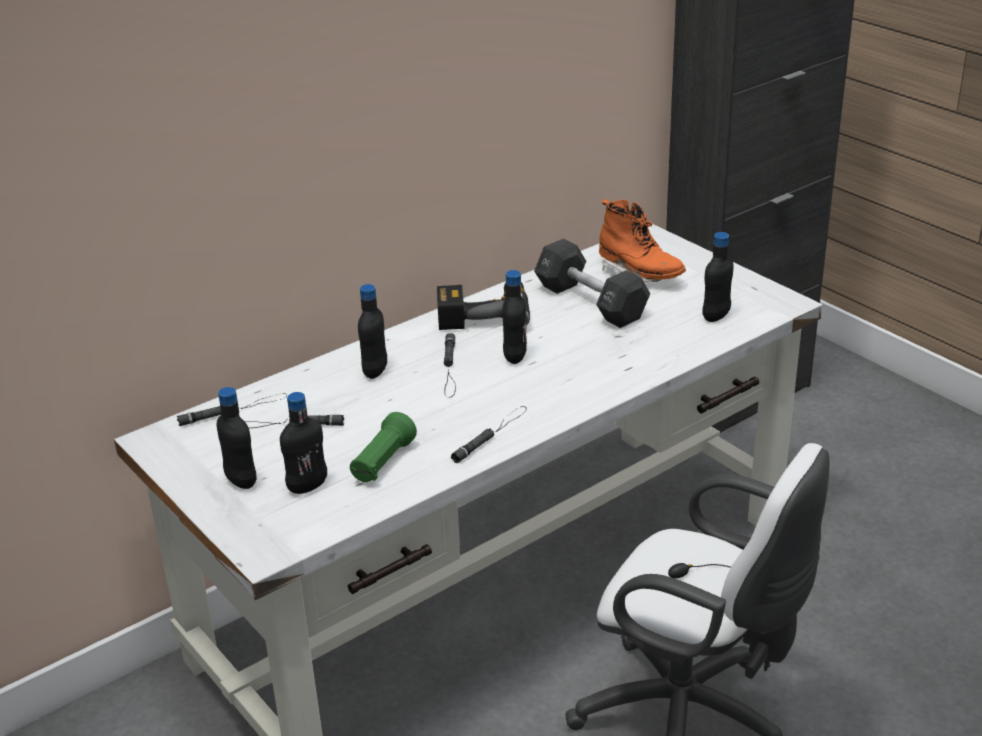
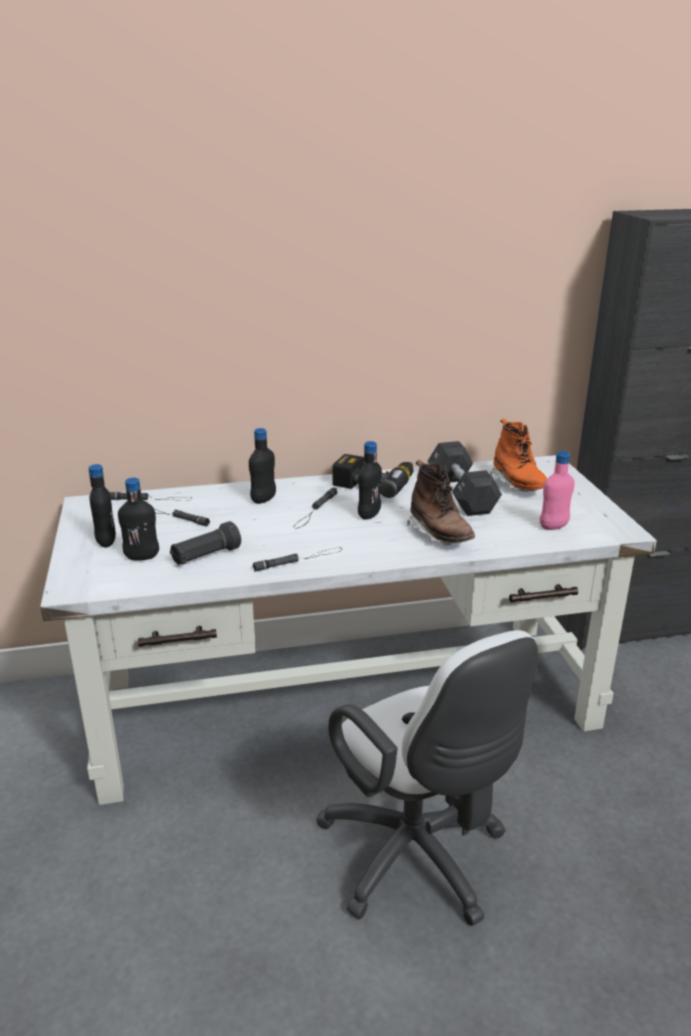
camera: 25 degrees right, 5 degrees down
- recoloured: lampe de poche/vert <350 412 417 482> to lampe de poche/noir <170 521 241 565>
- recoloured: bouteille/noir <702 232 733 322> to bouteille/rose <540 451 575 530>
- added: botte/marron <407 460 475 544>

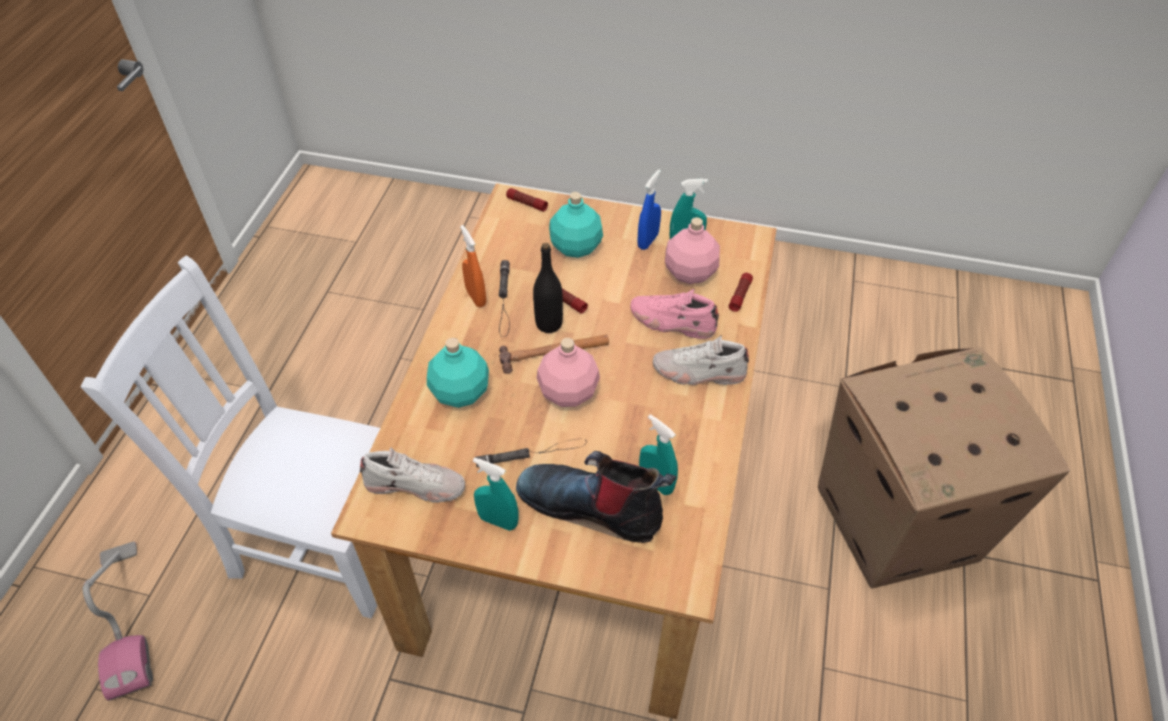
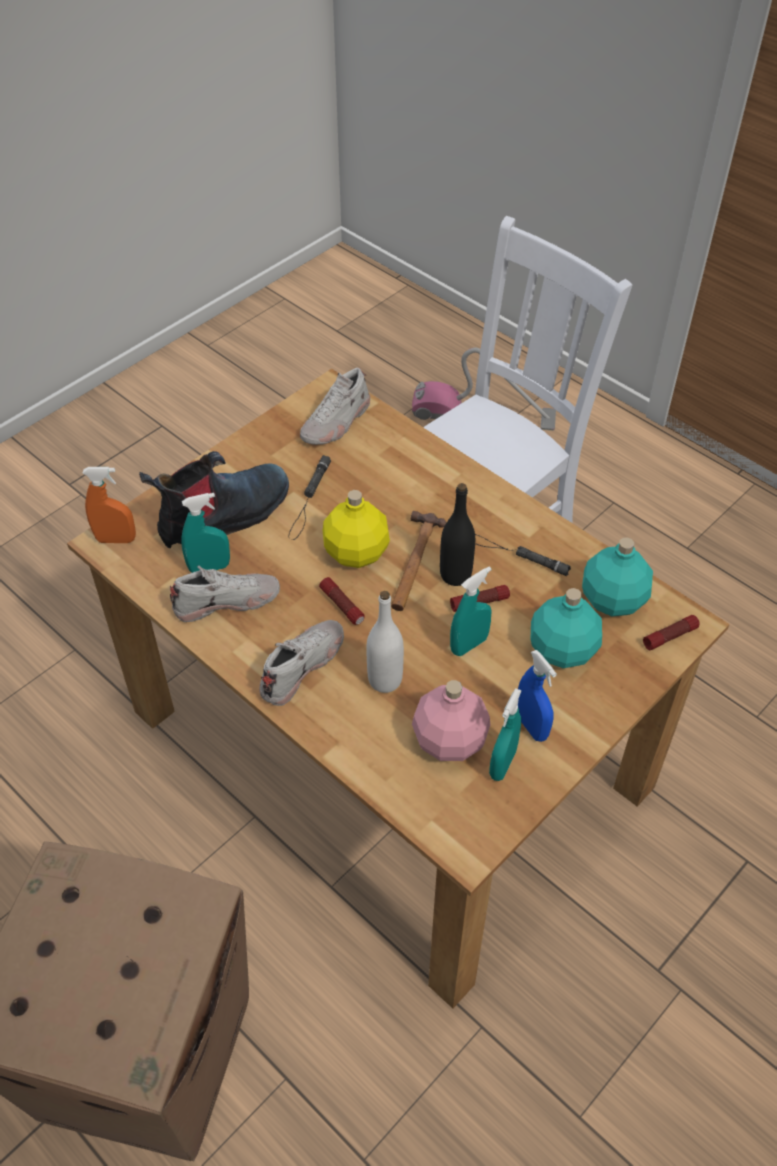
camera: 120 degrees right, 0 degrees up
- moved: bouteille/turquoise <427 338 489 408> to <582 537 653 616>
- moved: vaporisateur/orange <460 225 486 307> to <83 467 136 543>
- moved: vaporisateur/turquoise <473 458 518 531> to <450 566 492 656>
- recoloured: bouteille/rose <537 338 600 407> to bouteille/jaune <323 490 390 568>
- replaced: chaussure/rose <630 289 719 339> to bouteille/blanc <366 591 404 693>
- moved: lampe de poche <729 273 753 312> to <319 577 365 625>
- added: chaussure/blanc <170 566 280 622>

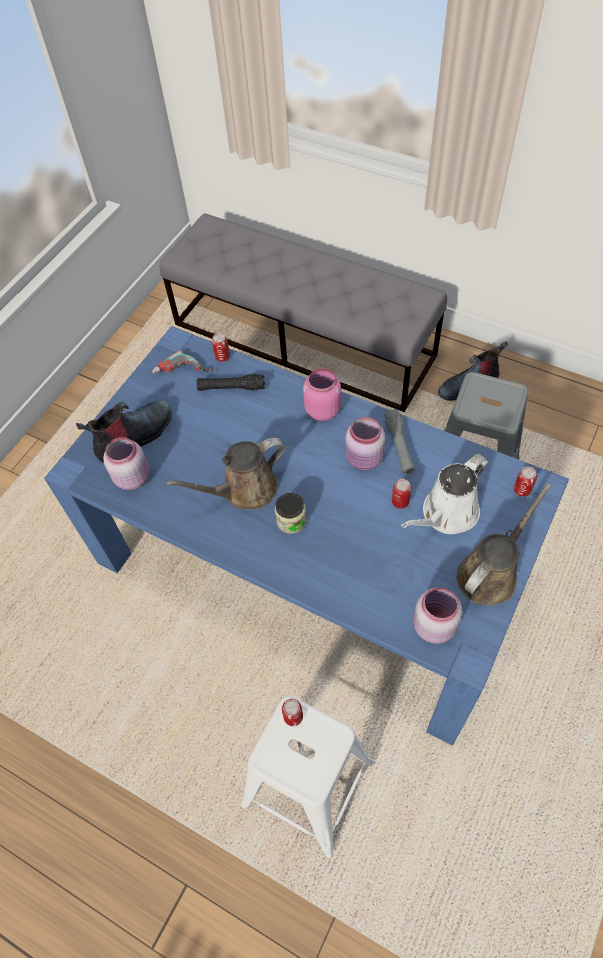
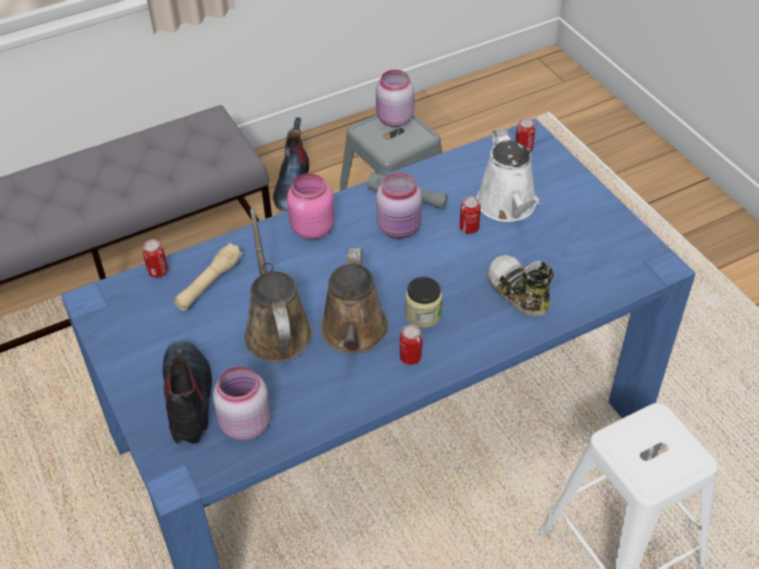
camera: 60 degrees left, 10 degrees down
- removed: perceuse <152 350 214 373>
- recoloured: lampe de poche/noir <196 374 265 391> to lampe de poche/beige <174 243 243 311>
- moved: boîte métallique <282 699 303 726> to <400 325 422 365>
- moved: bocal/rose <413 588 462 644> to <376 70 415 127>
- moved: arrosoir/marron <456 484 551 606> to <244 208 312 362>
- added: chaussure <487 255 554 317>

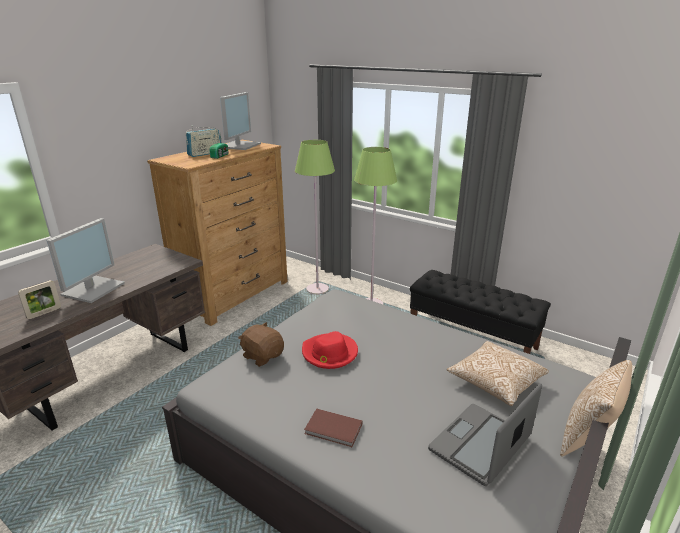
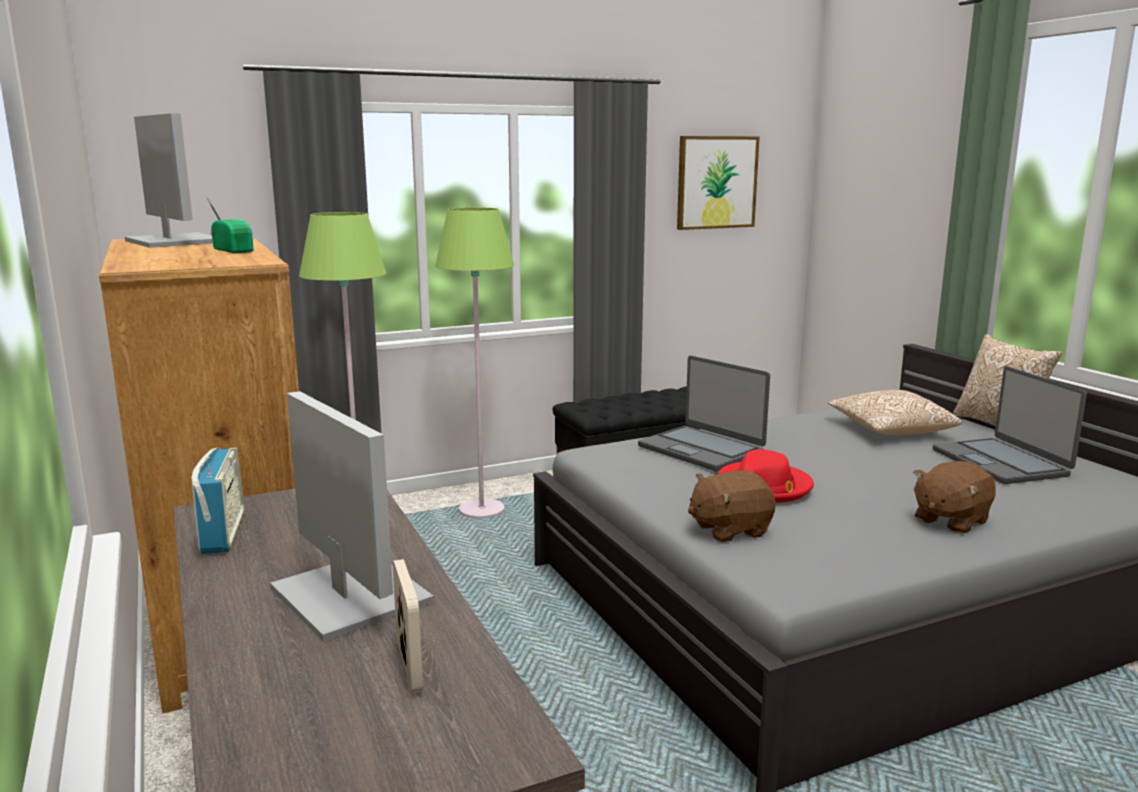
camera: 60 degrees left, 10 degrees down
- moved: radio <186 127 221 157> to <192 447 244 554>
- replaced: livre/marron <304 409 363 447> to peluche/marron <913 461 996 534>
- added: ordinateur portable <638 356 770 471>
- added: tableau <677 136 760 230>

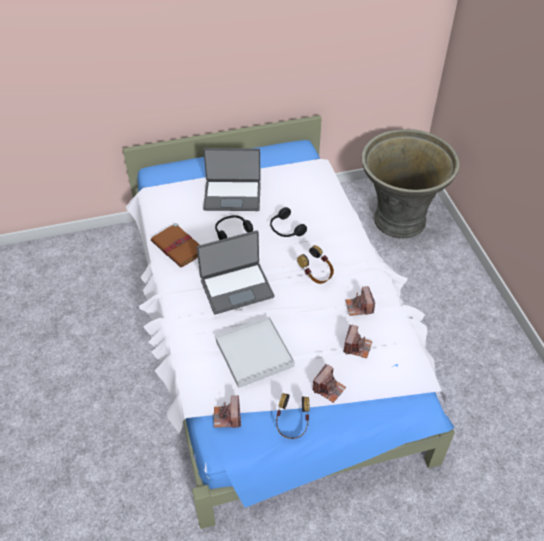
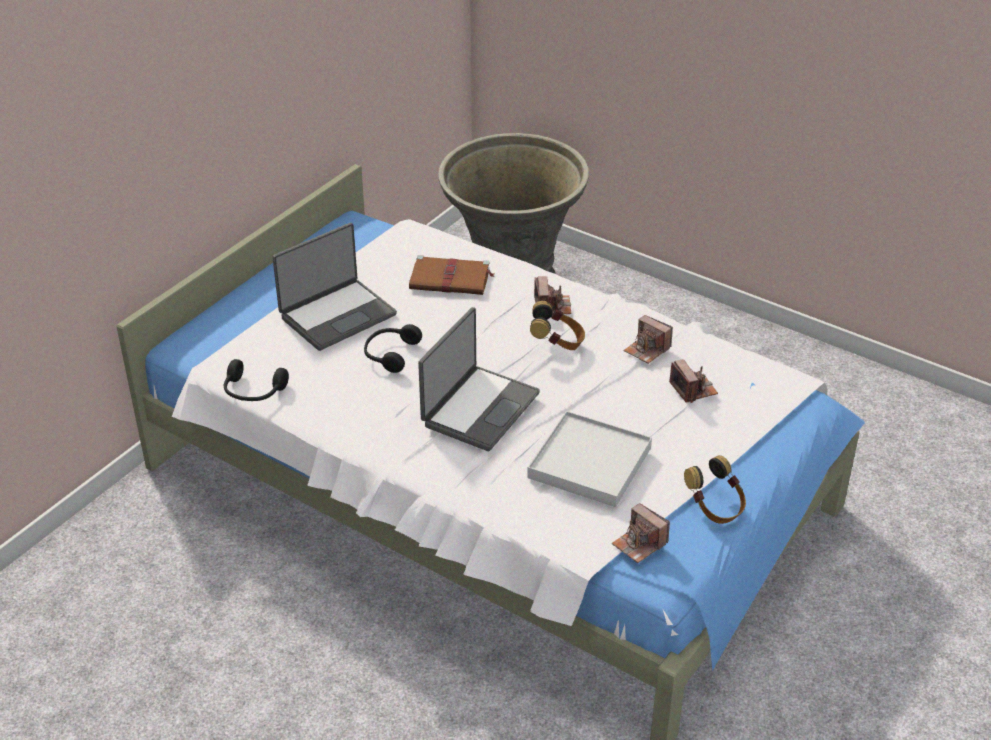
camera: 40 degrees left, 10 degrees down
- moved: livre/marron <151 223 200 268> to <409 255 495 295>
- moved: casque audio/noir <270 207 307 237> to <224 359 289 401>
- moved: appareil photo <312 364 346 403> to <534 276 571 314>

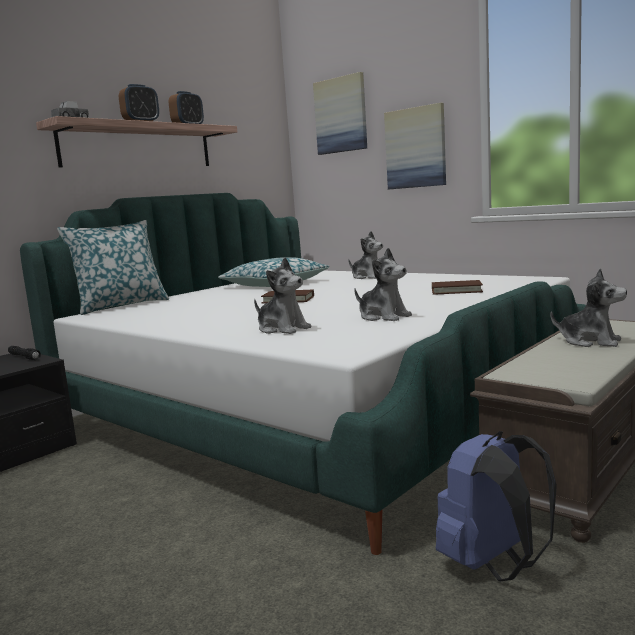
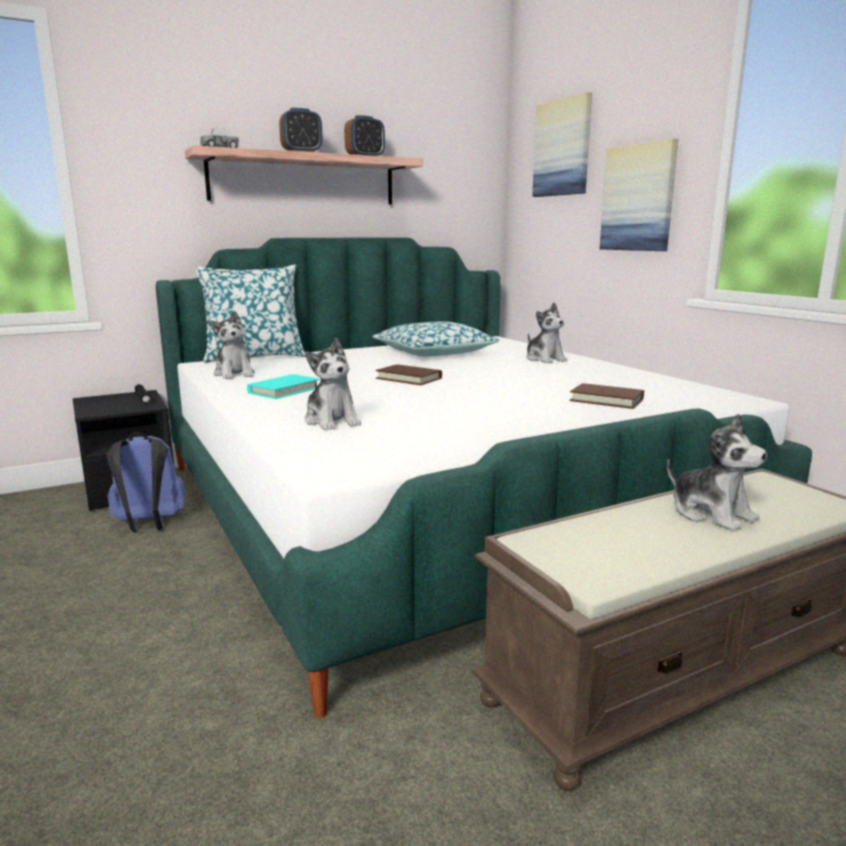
camera: 20 degrees right, 5 degrees up
- moved: peluche <354 248 412 321> to <210 311 255 379>
- moved: sac à dos/bleu <436 431 557 581> to <107 432 185 533>
- added: livre/turquoise <247 374 320 399>

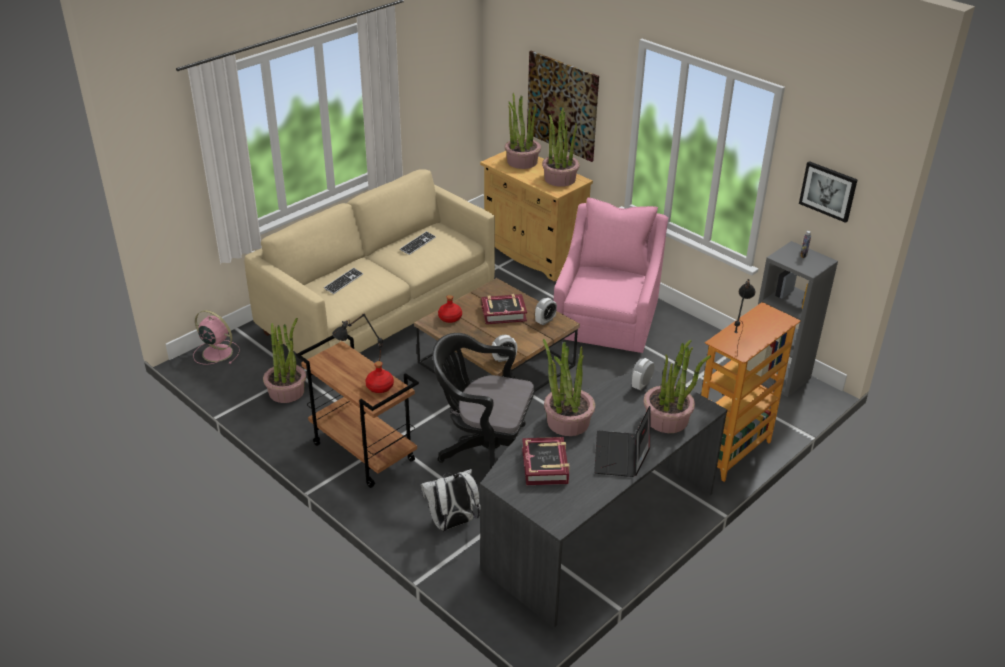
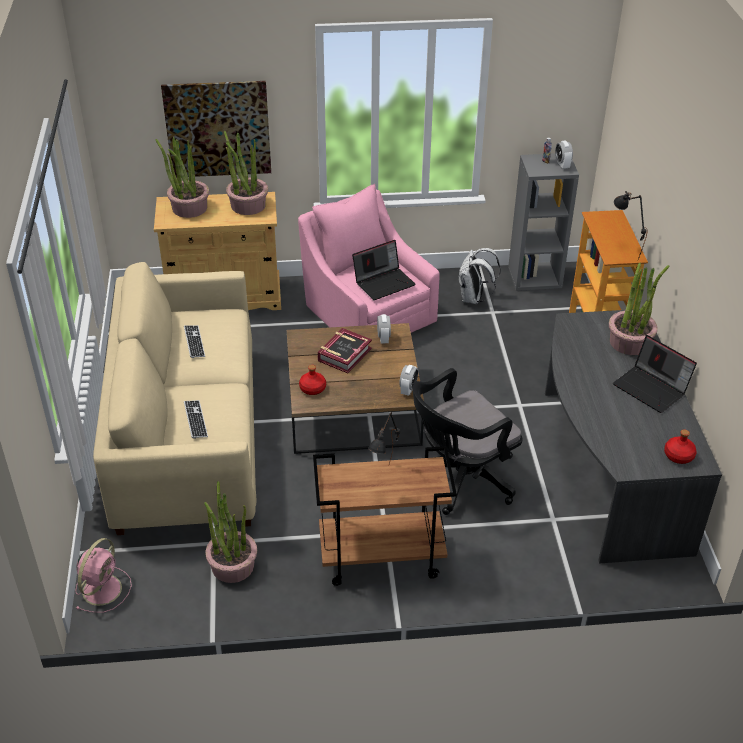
camera: 50 degrees left, 5 degrees up
- turned: ventilateur/rose <193 310 240 365> = <76 538 132 613> 135 degrees clockwise
- moved: bouteille/rouge <365 361 394 393> to <664 429 697 464>
- moved: sac à dos/blanc <421 469 480 531> to <458 248 501 304>
- removed: livre <522 437 570 485>
- removed: plante en pot <543 339 595 436>
- moved: réveil <632 358 655 390> to <555 141 573 169>
- removed: tableau <799 161 858 223>
- added: ordinateur portable <352 240 416 300>

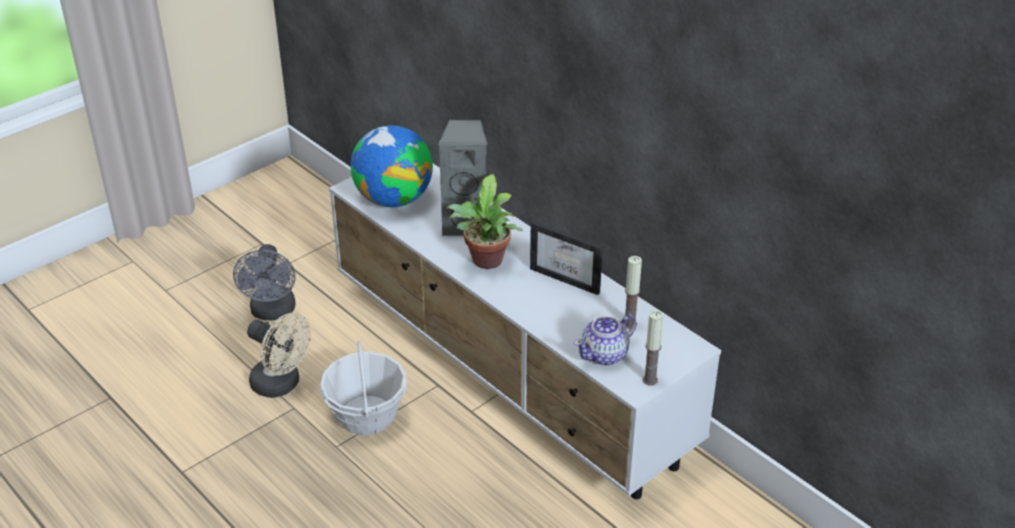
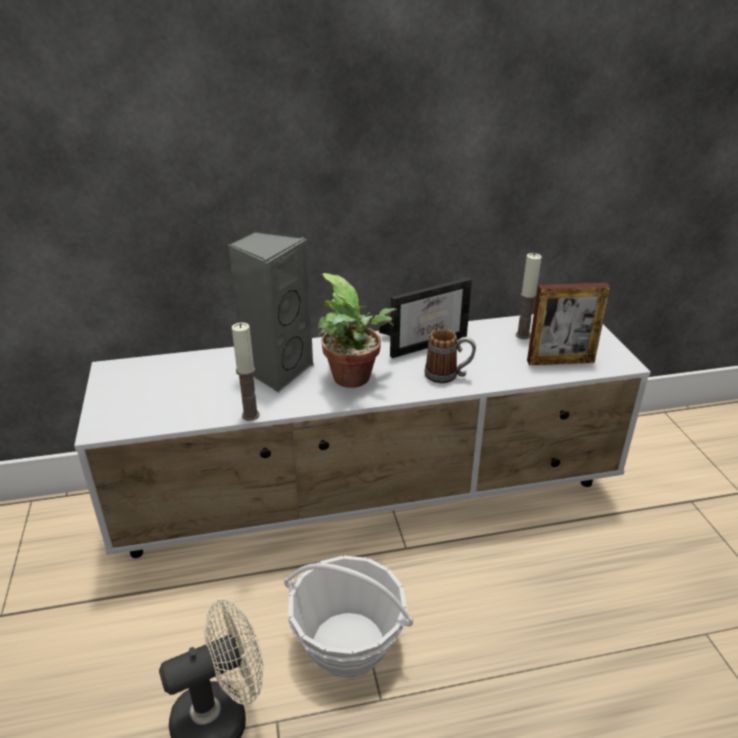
camera: 60 degrees left, 5 degrees down
- removed: ventilateur/gris <233 244 296 320>
- removed: globe <351 125 433 207>
- replaced: théière <574 314 637 365> to cadre photo <527 283 610 365>
- moved: bougie <643 310 664 386> to <232 322 260 421>
- added: mug <425 329 476 383>

